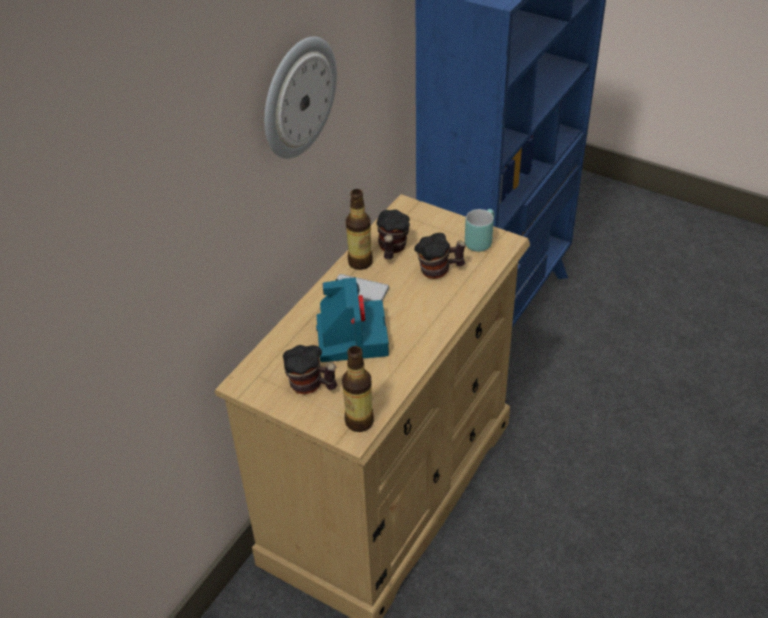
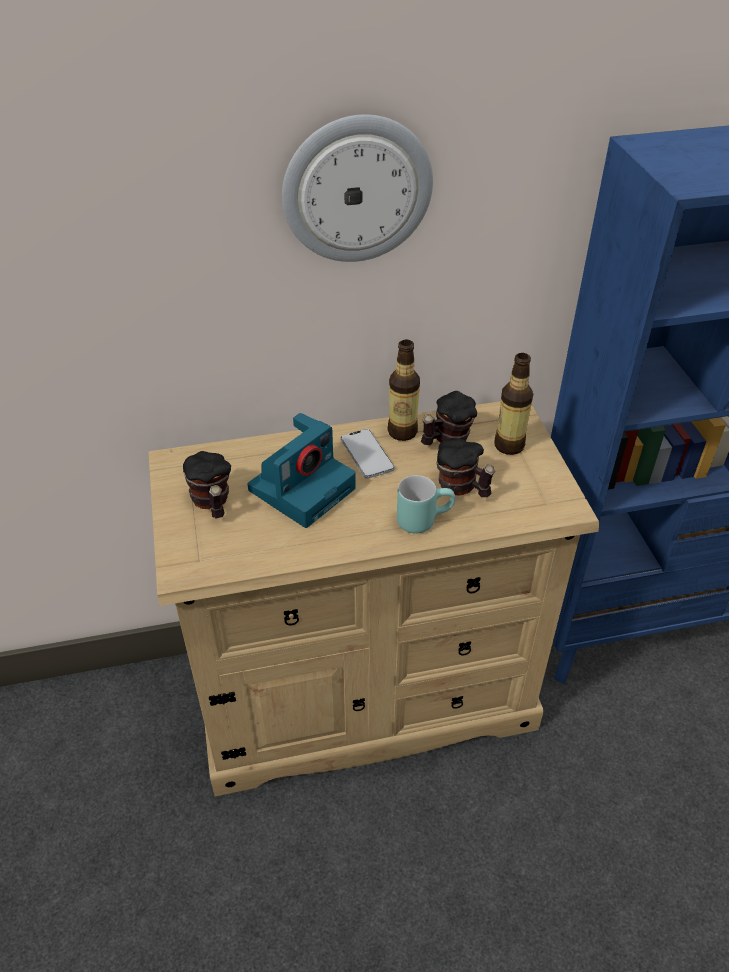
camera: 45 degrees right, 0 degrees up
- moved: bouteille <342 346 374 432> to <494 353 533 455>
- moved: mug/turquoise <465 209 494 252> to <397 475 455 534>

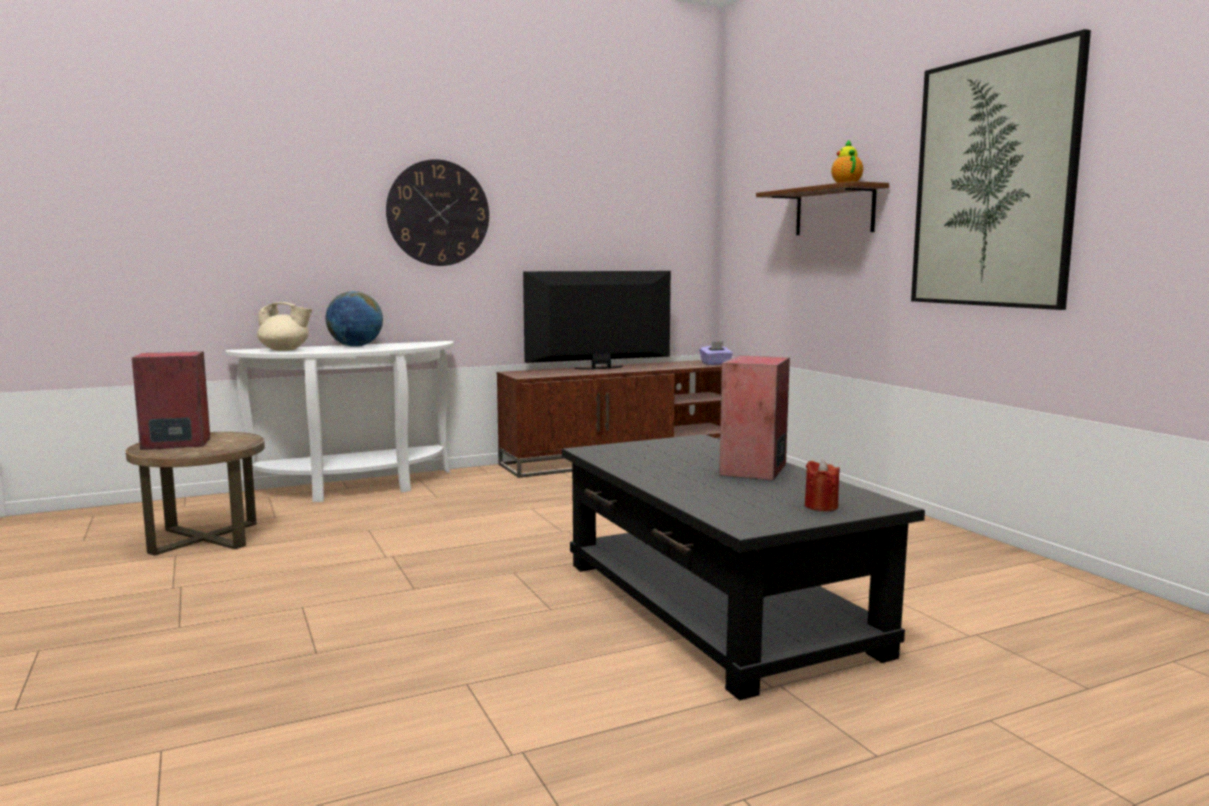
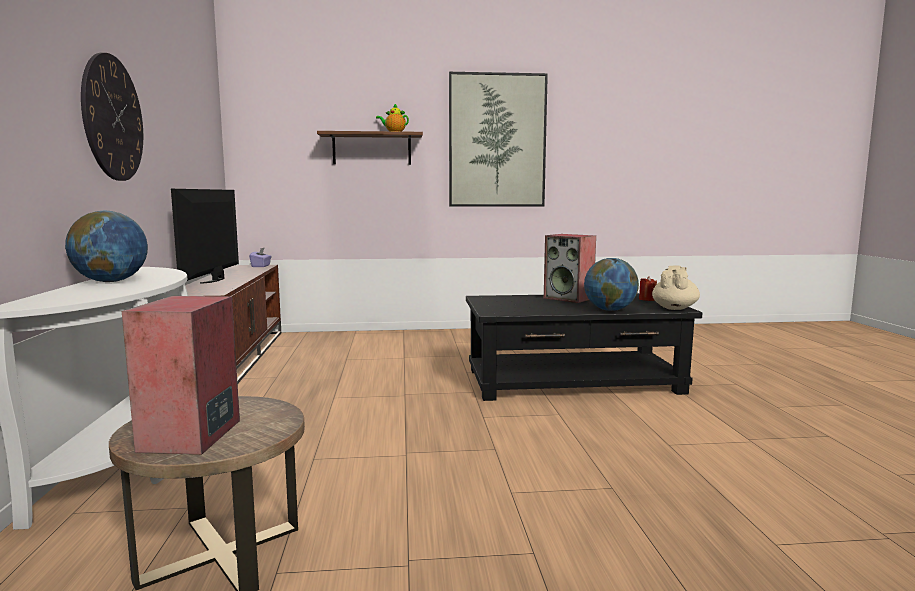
camera: 70 degrees left, 0 degrees up
- moved: théière/beige <257 302 312 351> to <652 266 700 310>
- added: globe <584 258 639 311>

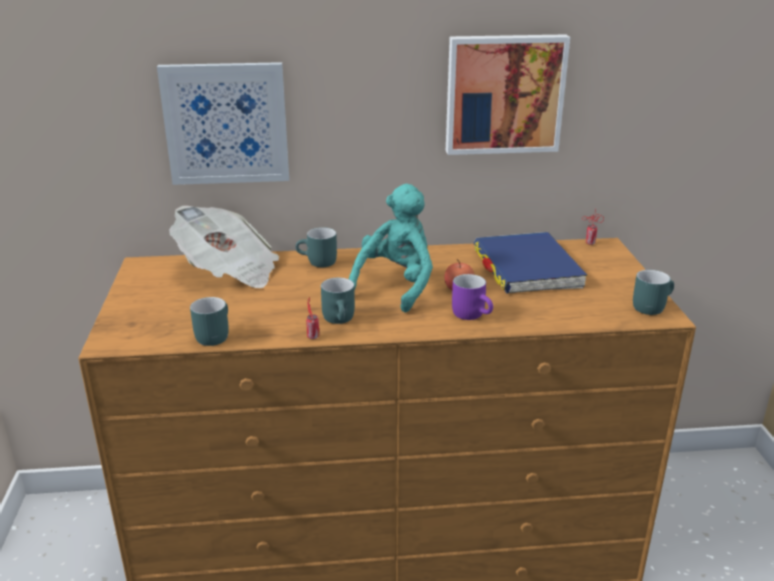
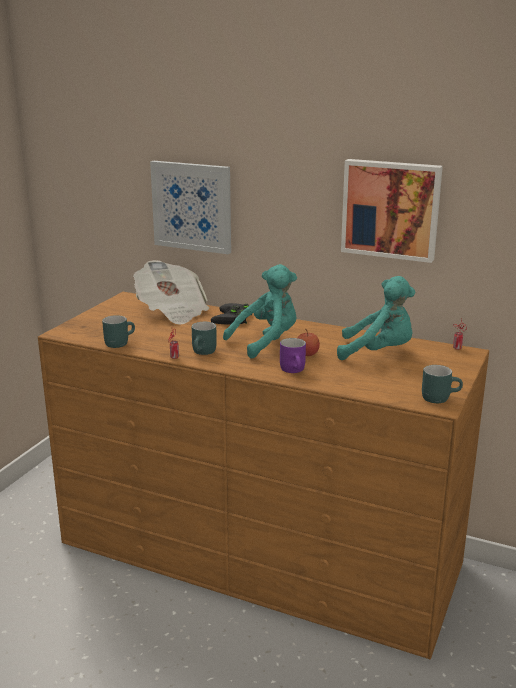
camera: 30 degrees right, 5 degrees down
- replaced: mug/turquoise <295 227 337 267> to manette/noir <211 303 252 324>
- replaced: livre/bleu <474 232 588 293> to peluche/turquoise <337 276 415 360>

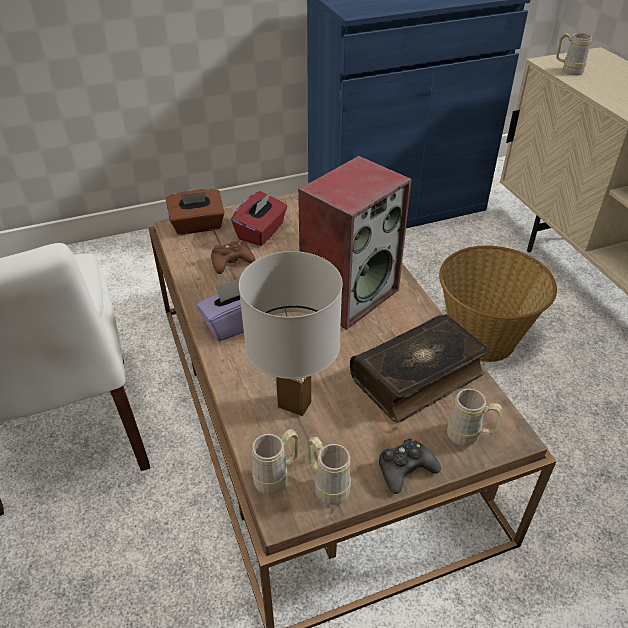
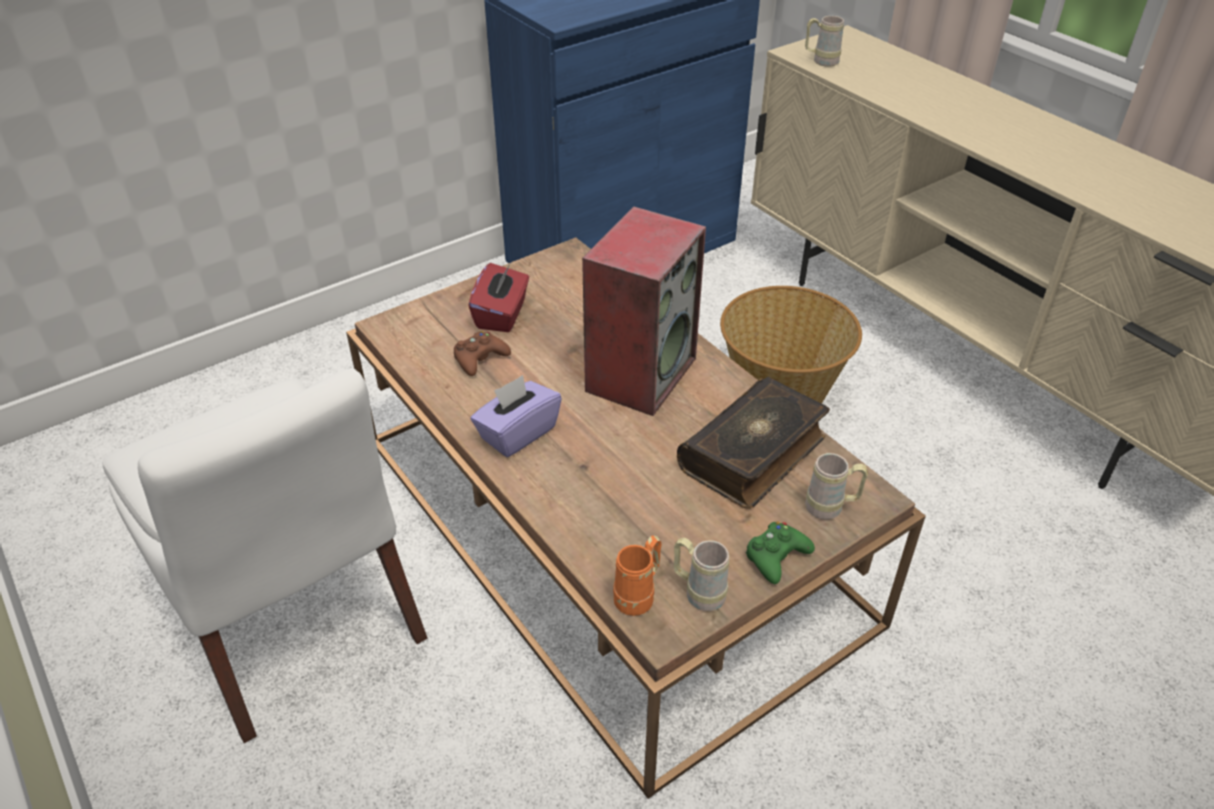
camera: 15 degrees left, 0 degrees up
- removed: boîte à mouchoirs/marron <166 189 225 235>
- removed: lampe de table/blanc <239 251 343 416>
- recoloured: mug/beige <252 429 298 494> to mug/orange <613 535 662 616>
- recoloured: manette/noir <379 439 441 494> to manette/vert <745 521 815 584>

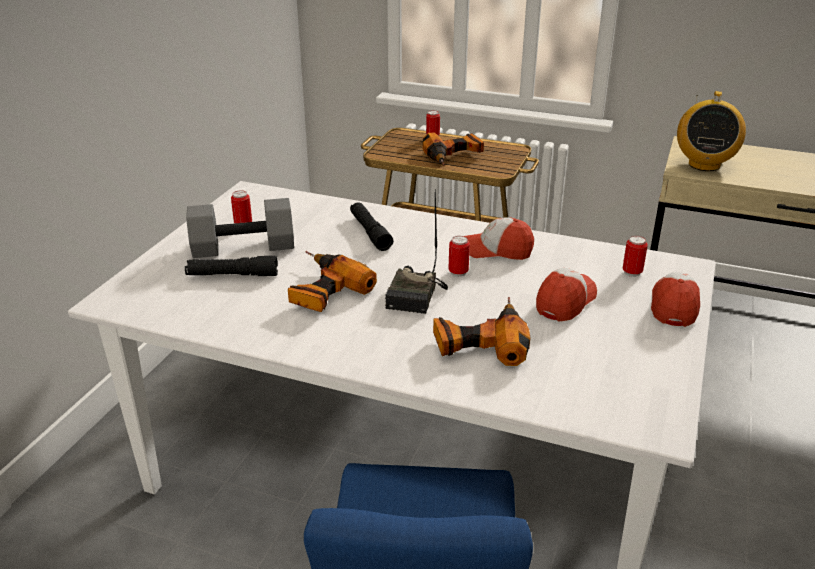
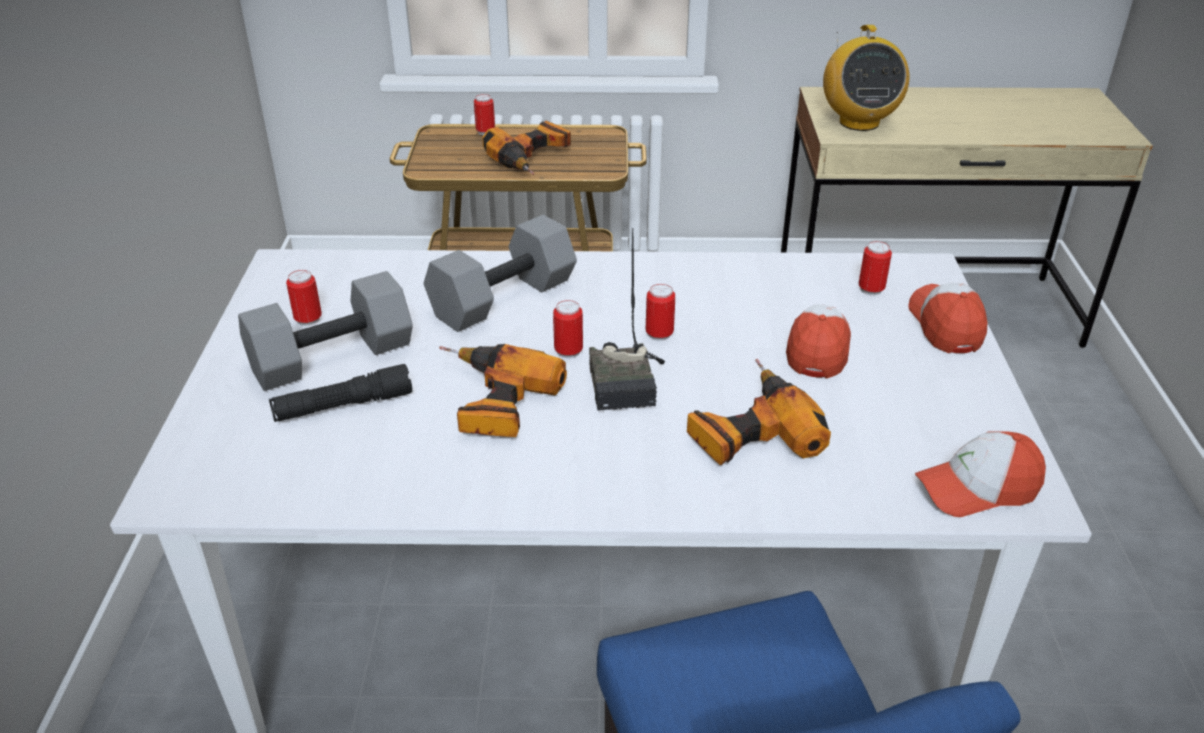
camera: 20 degrees left, 5 degrees up
- replaced: lampe de poche/noir <350 202 393 251> to haltère/gris <424 215 577 332>
- moved: casquette <464 217 534 260> to <915 431 1046 517>
- added: boîte métallique <553 300 583 359>

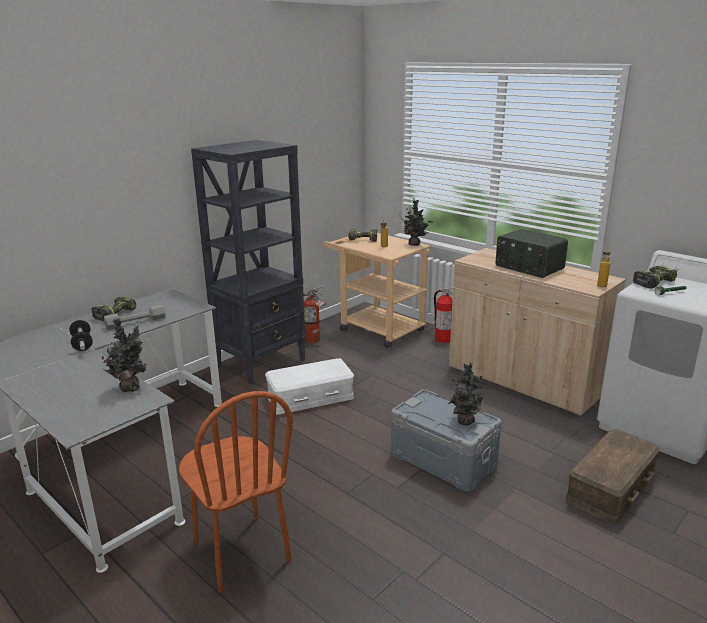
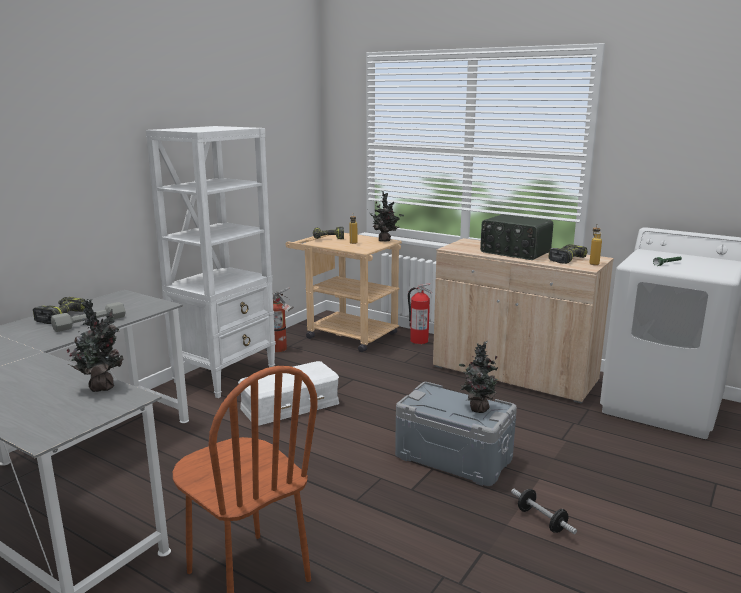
camera: 10 degrees left, 5 degrees down
- moved: haltère <69 320 93 351> to <511 489 577 534>
- recoloured: bibliothèque/noir <191 140 306 385> to bibliothèque/blanc <146 126 276 398>
- removed: boîte de rangement/marron <565 429 660 524>
- moved: perceuse <633 266 677 289> to <548 244 588 264>

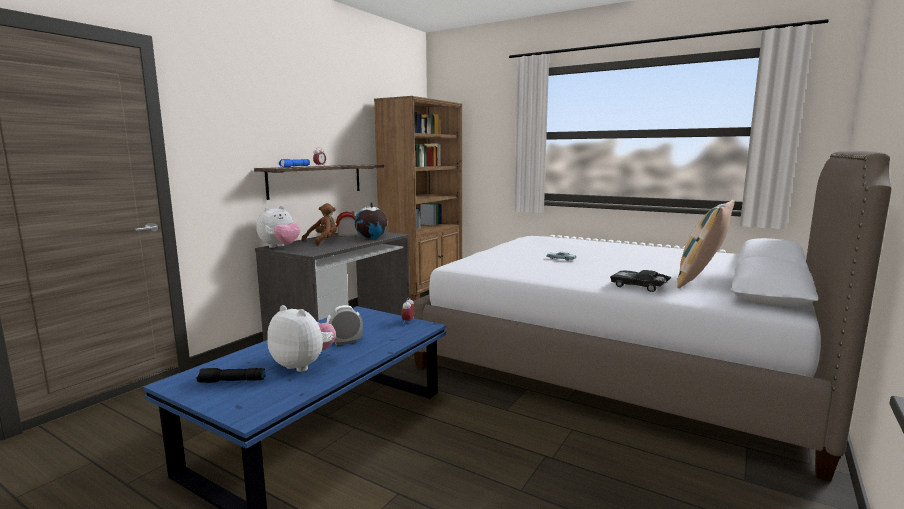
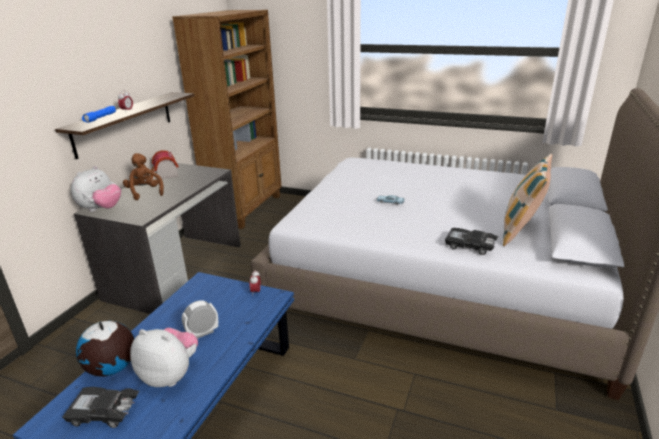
camera: 10 degrees left, 15 degrees up
- replaced: lampe de poche/noir <196 368 265 383> to petite voiture/noir <62 387 139 428>
- turned: peluche/marron <301 203 337 245> = <123 153 164 200> 60 degrees counterclockwise
- moved: globe <355 202 387 239> to <76 321 134 377>

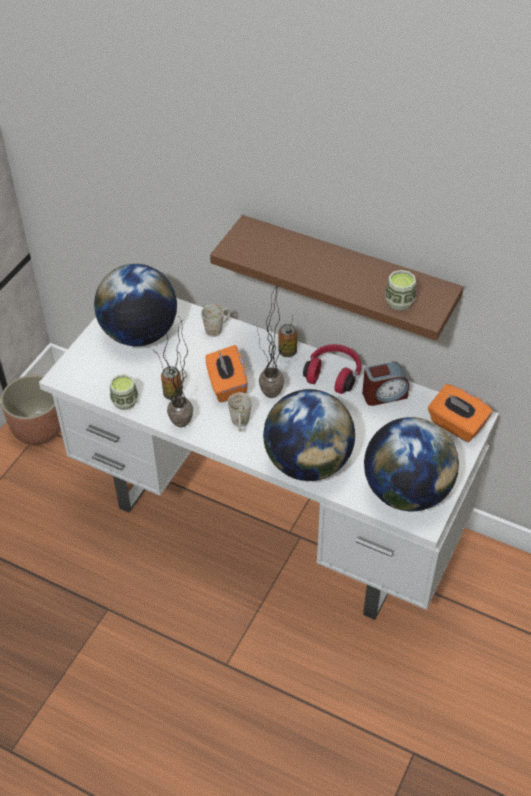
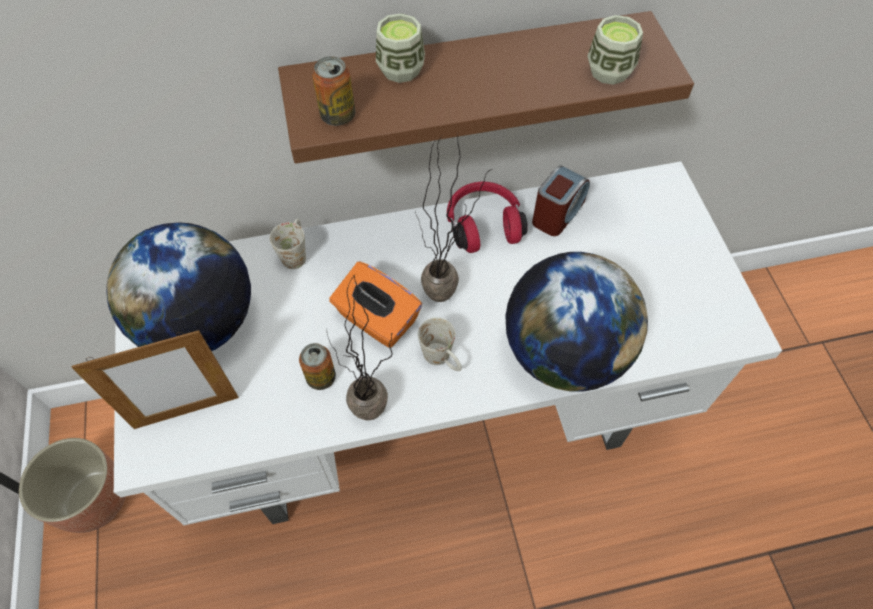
camera: 40 degrees left, 10 degrees up
- moved: tasse <110 374 138 410> to <376 13 425 83>
- moved: boîte métallique <278 324 297 357> to <312 56 355 126>
- removed: globe <364 417 459 511>
- removed: boîte à mouchoirs/orange <428 384 493 442>
- added: cadre photo <72 330 239 429>

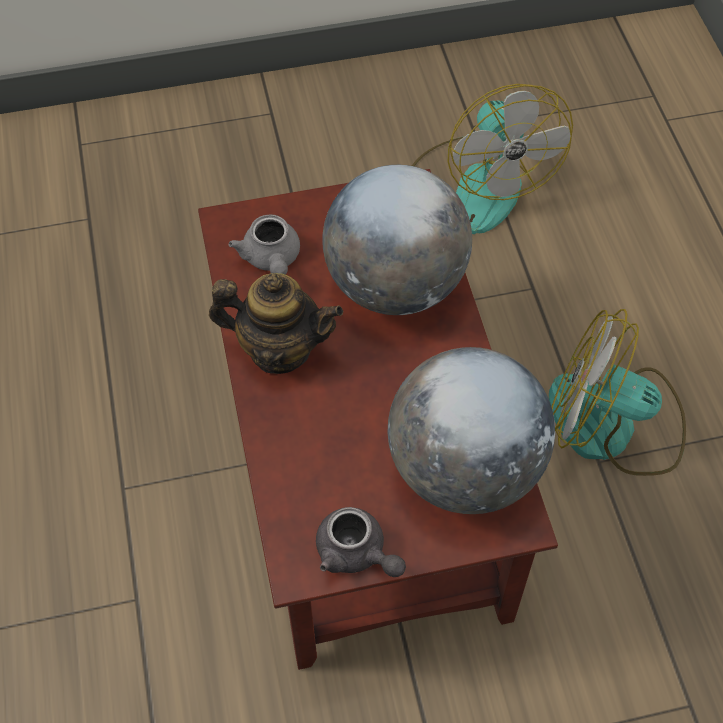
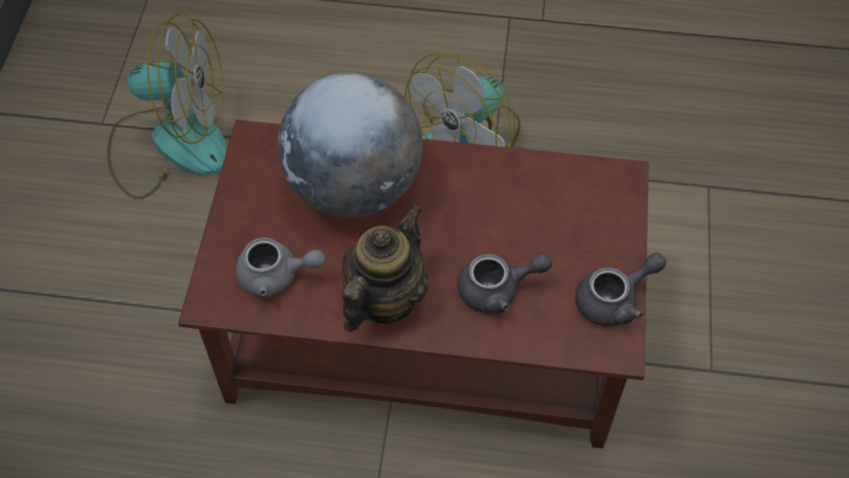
camera: 70 degrees left, 0 degrees up
- removed: globe <388 347 555 514>
- added: théière/gris <457 253 552 314>

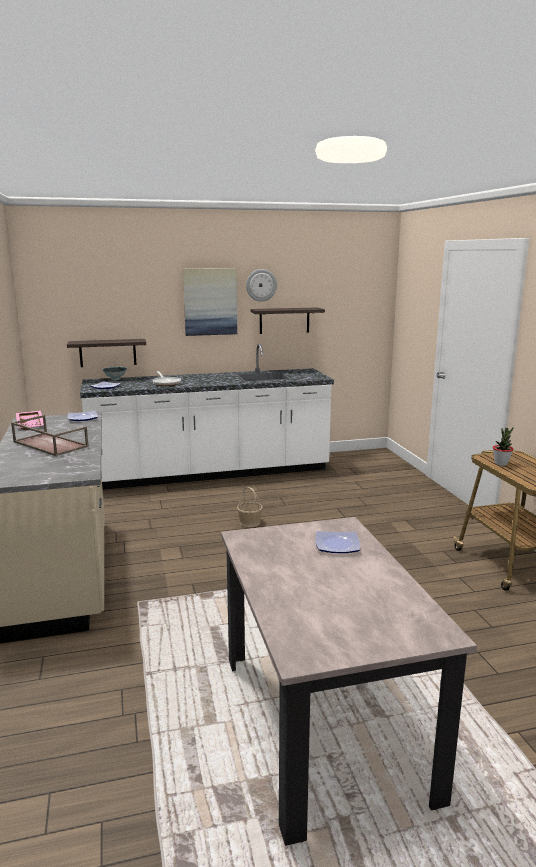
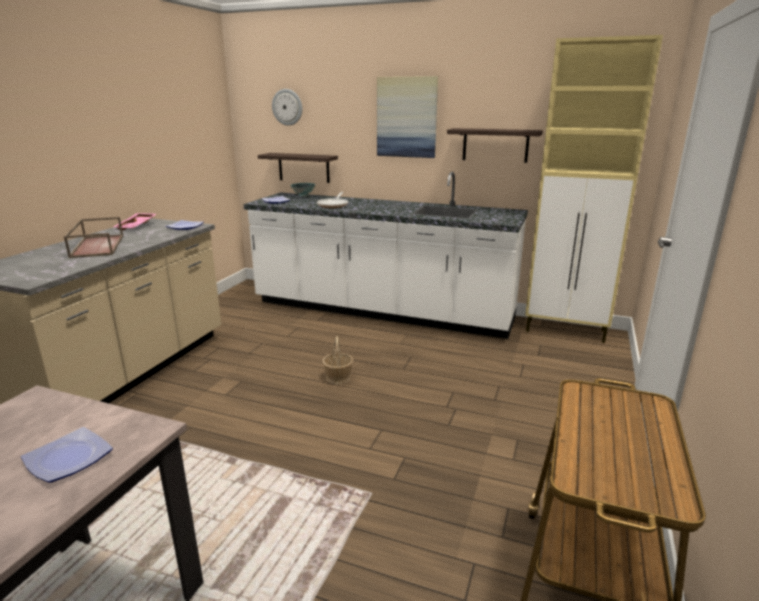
camera: 35 degrees right, 5 degrees up
- moved: horloge murale <246 269 277 302> to <272 89 302 126>
- removed: plante en pot <493 427 514 466>
- added: meuble de rangement/beige <525 35 663 343>

